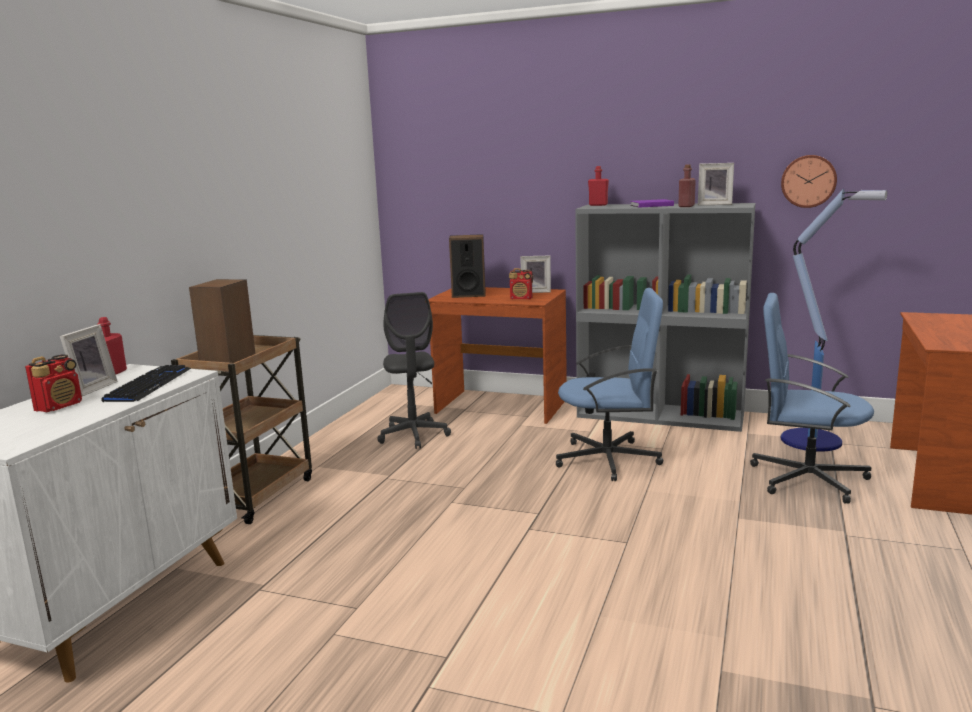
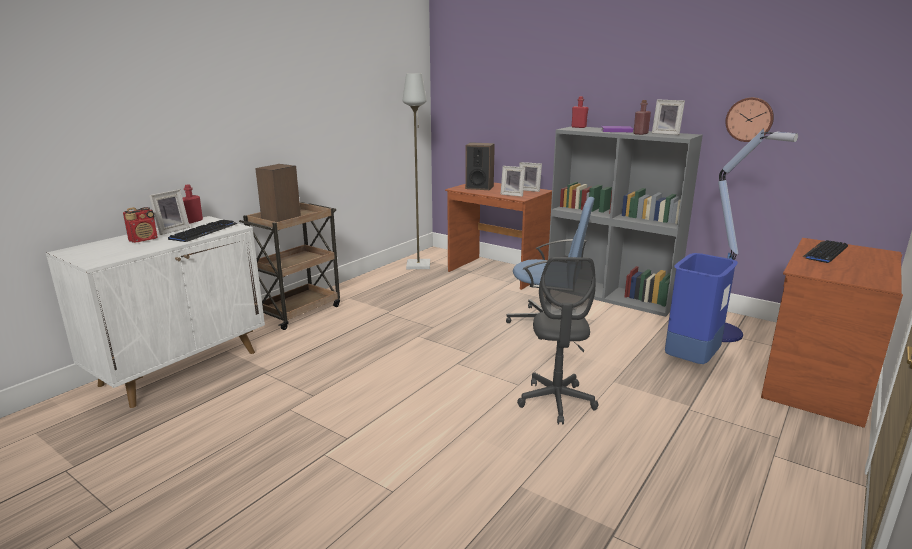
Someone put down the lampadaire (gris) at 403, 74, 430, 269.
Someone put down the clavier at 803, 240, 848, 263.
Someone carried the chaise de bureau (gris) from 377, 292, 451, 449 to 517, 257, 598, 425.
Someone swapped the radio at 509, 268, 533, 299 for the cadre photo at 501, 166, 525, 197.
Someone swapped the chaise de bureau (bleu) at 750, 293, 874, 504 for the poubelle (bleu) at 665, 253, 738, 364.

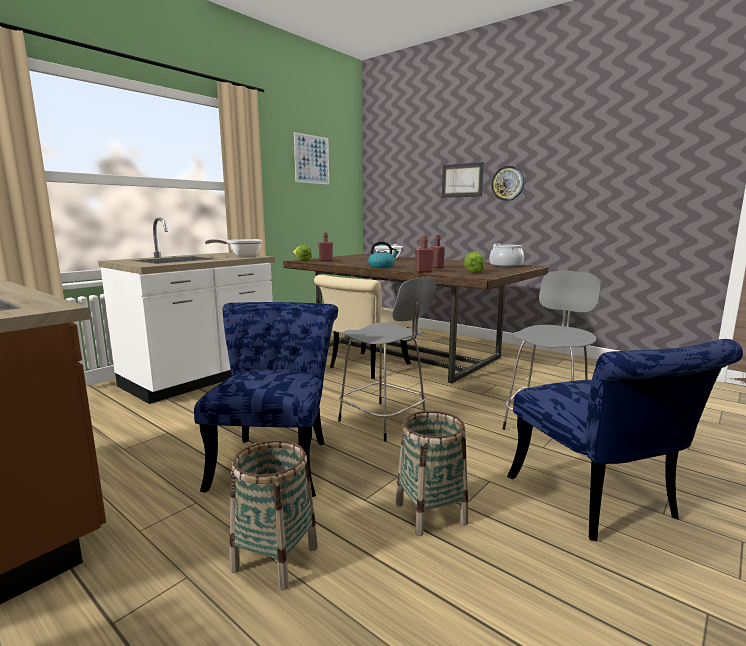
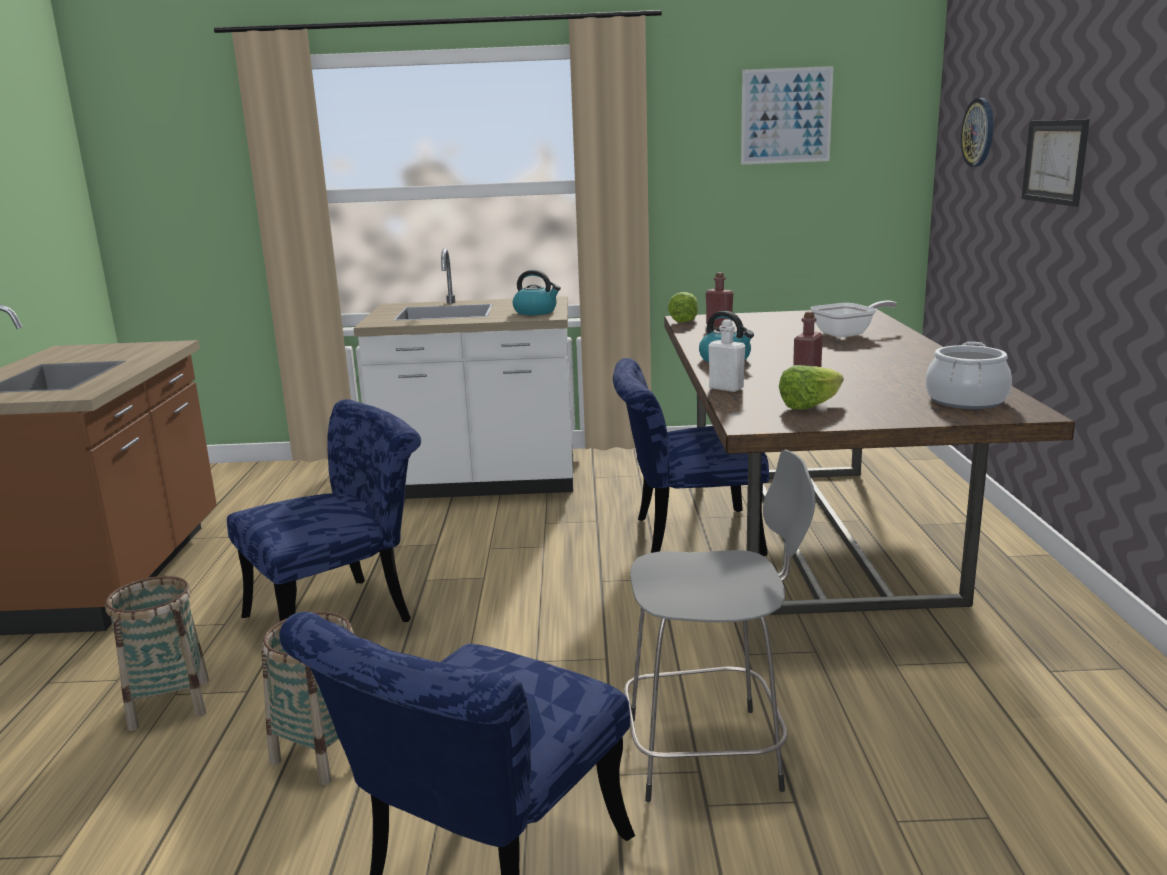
Someone took away the tabouret (gris) at 338, 277, 436, 442.
Someone carried the horloge murale from 491, 166, 524, 201 to 961, 98, 993, 167.
Someone swapped the poêle at 205, 239, 263, 257 for the bouilloire at 513, 270, 561, 315.
Someone repainted the chaise (beige) at 314, 275, 411, 379, which became the chaise (bleu) at 613, 358, 769, 556.
Someone repainted the bouteille (rouge) at 415, 236, 434, 273, which became the bouteille (blanc) at 708, 319, 745, 392.

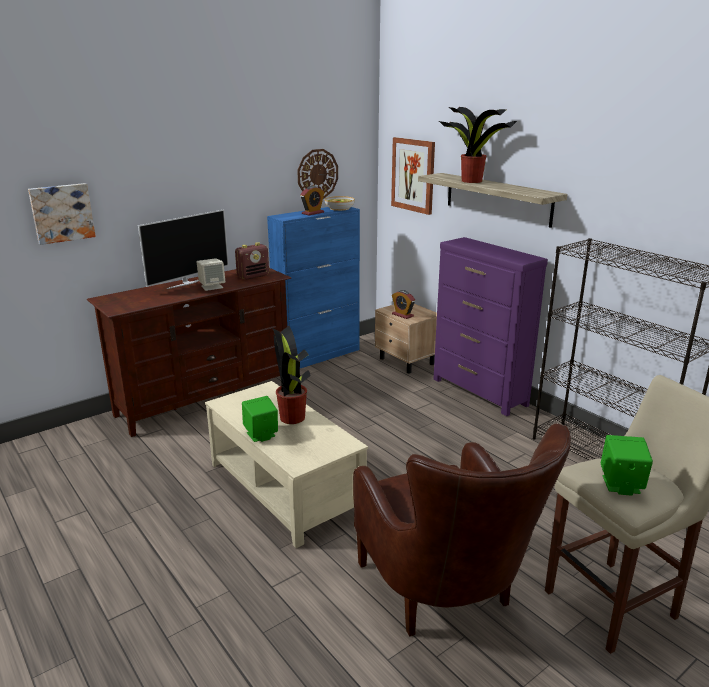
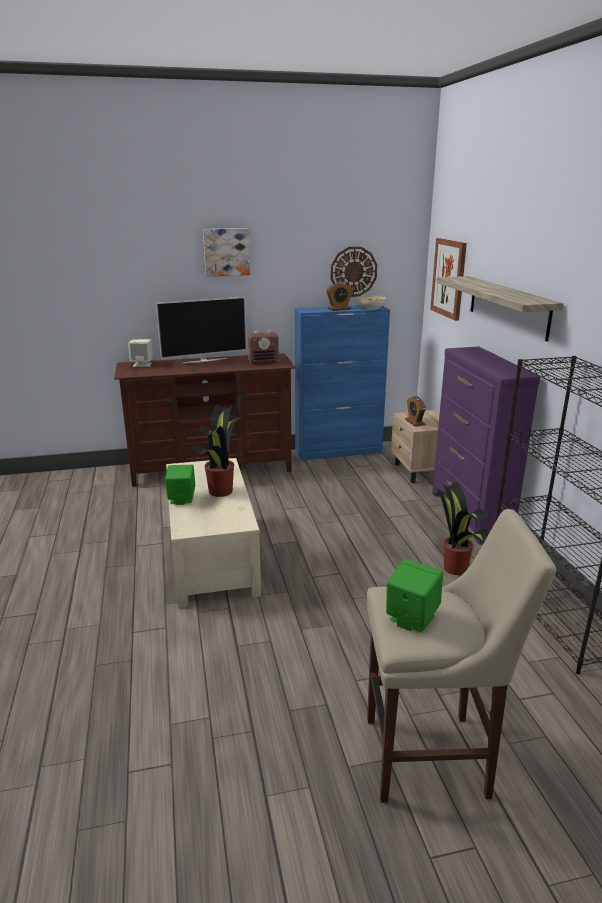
Someone took away the fauteuil (marron) at 353, 424, 571, 636.
Someone carried the tableau from 28, 183, 96, 245 to 203, 228, 250, 276.
Someone carried the enceinte (beige) from 197, 258, 225, 291 to 128, 339, 153, 367.
Someone carried the plante en pot from 439, 107, 517, 183 to 437, 482, 490, 575.

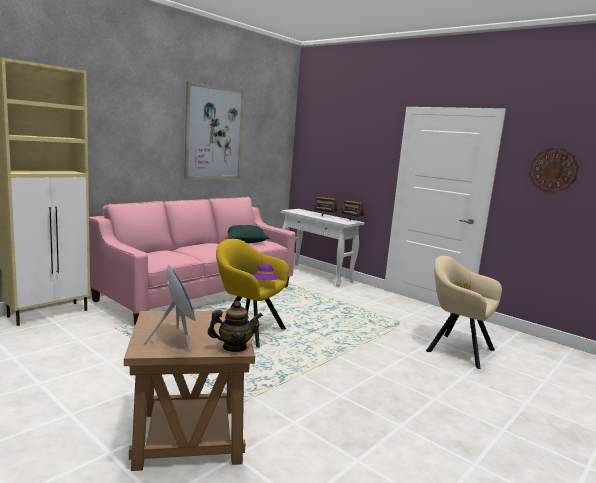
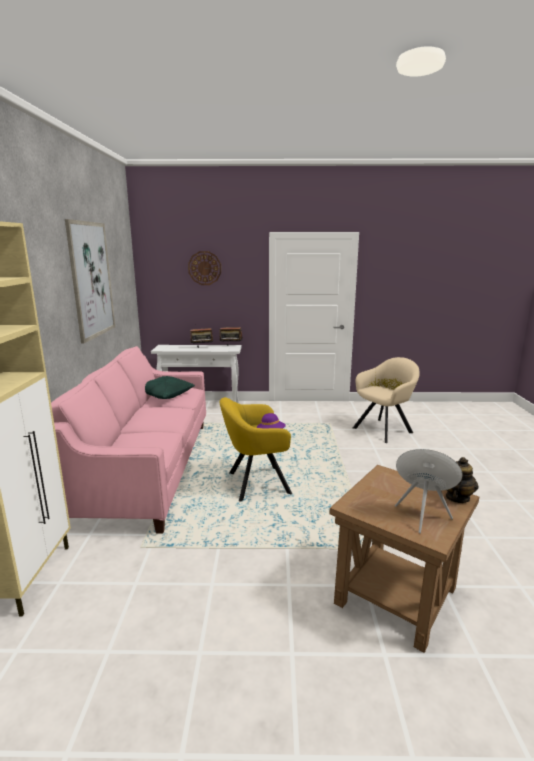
Someone carried the horloge murale from 529, 148, 579, 193 to 188, 251, 221, 285.
Someone rotated the fauteuil (beige) at 426, 256, 502, 369 by 150 degrees clockwise.

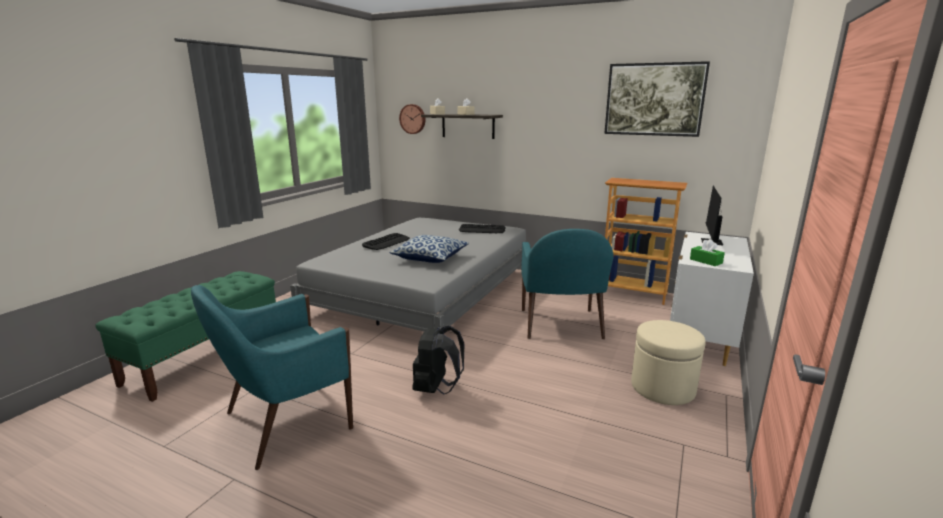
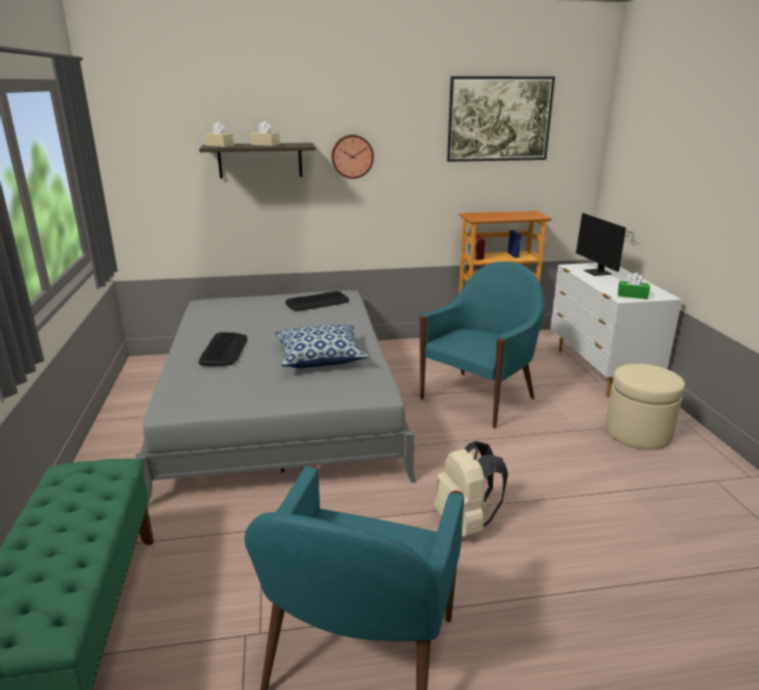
Someone carried the horloge murale from 399, 104, 425, 134 to 332, 135, 374, 179.
Someone repainted the sac à dos (noir) at 412, 326, 464, 395, which became the sac à dos (beige) at 434, 441, 508, 537.
Someone rotated the fauteuil (turquoise) at 521, 229, 613, 340 by 105 degrees counterclockwise.

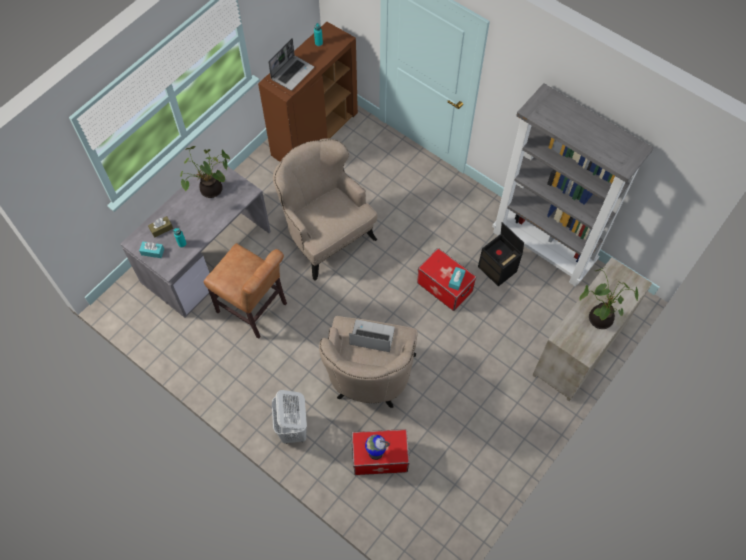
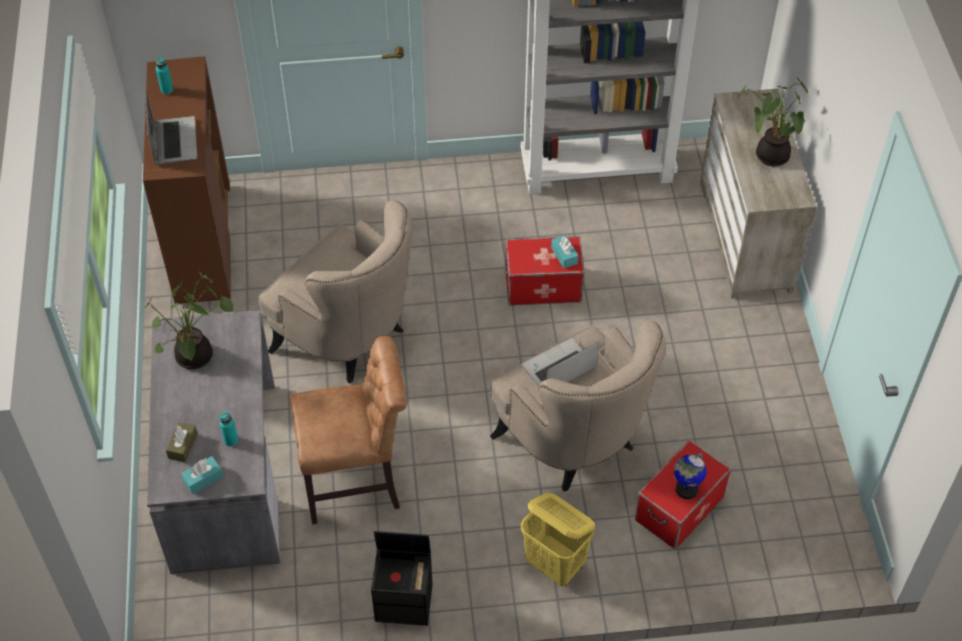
Someone carried the boîte de rangement (noir) from 478, 222, 524, 287 to 371, 531, 433, 626.
Someone repainted the panier à linge (blanc) at 272, 390, 307, 444, which became the panier à linge (jaune) at 521, 493, 595, 586.
Someone rotated the fauteuil (beige) at 273, 139, 378, 281 by 150 degrees counterclockwise.

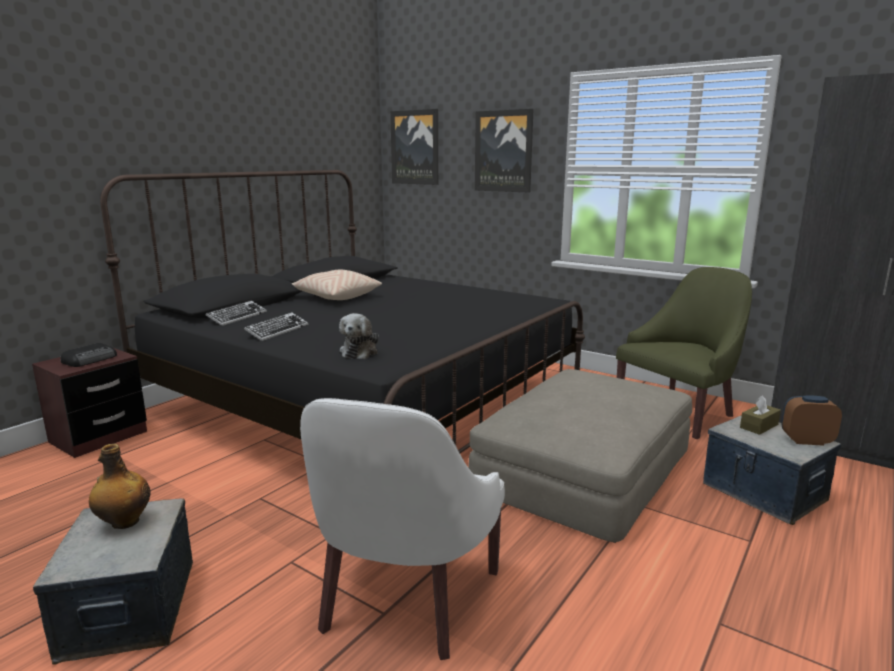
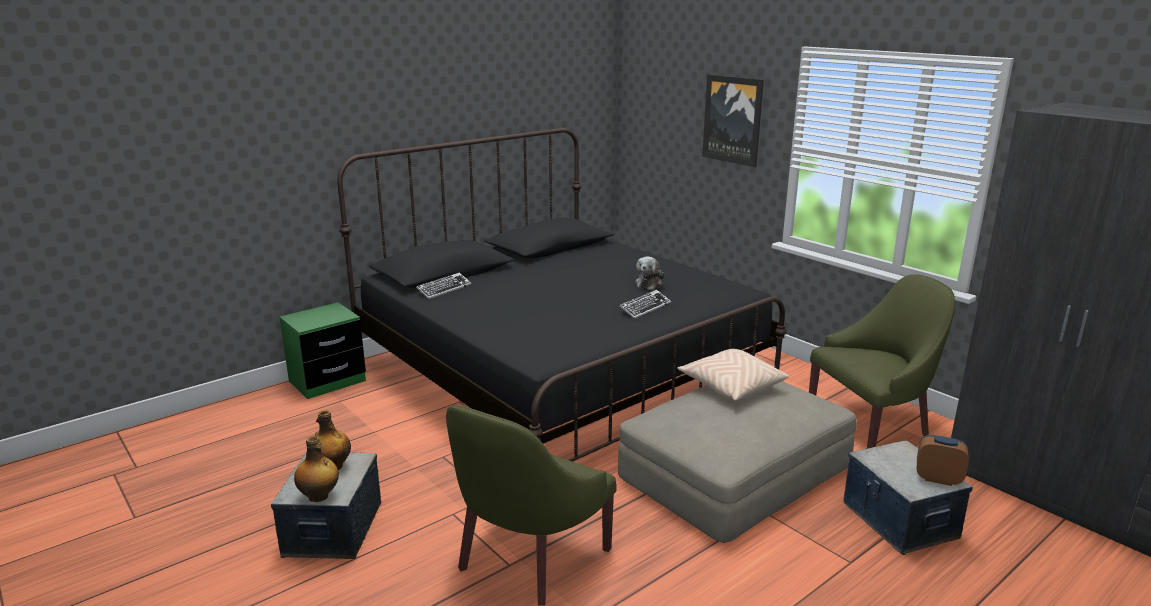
Someone took away the radio at 60, 343, 117, 367.
Someone took away the tableau at 390, 109, 438, 185.
Someone took away the boîte à mouchoirs (marron) at 740, 395, 781, 435.
Someone put down the bouteille at 294, 436, 339, 502.
Someone carried the clavier from 244, 312, 308, 341 to 619, 290, 671, 319.
Someone carried the coussin (beige) from 292, 270, 382, 300 to 677, 349, 789, 401.
Someone carried the peluche from 339, 313, 379, 359 to 635, 256, 664, 290.
Someone repainted the table de chevet (marron) at 32, 348, 147, 458, which became the table de chevet (vert) at 279, 302, 366, 399.
Someone repainted the fauteuil (blanc) at 300, 398, 505, 660, which became the fauteuil (vert) at 446, 405, 617, 606.

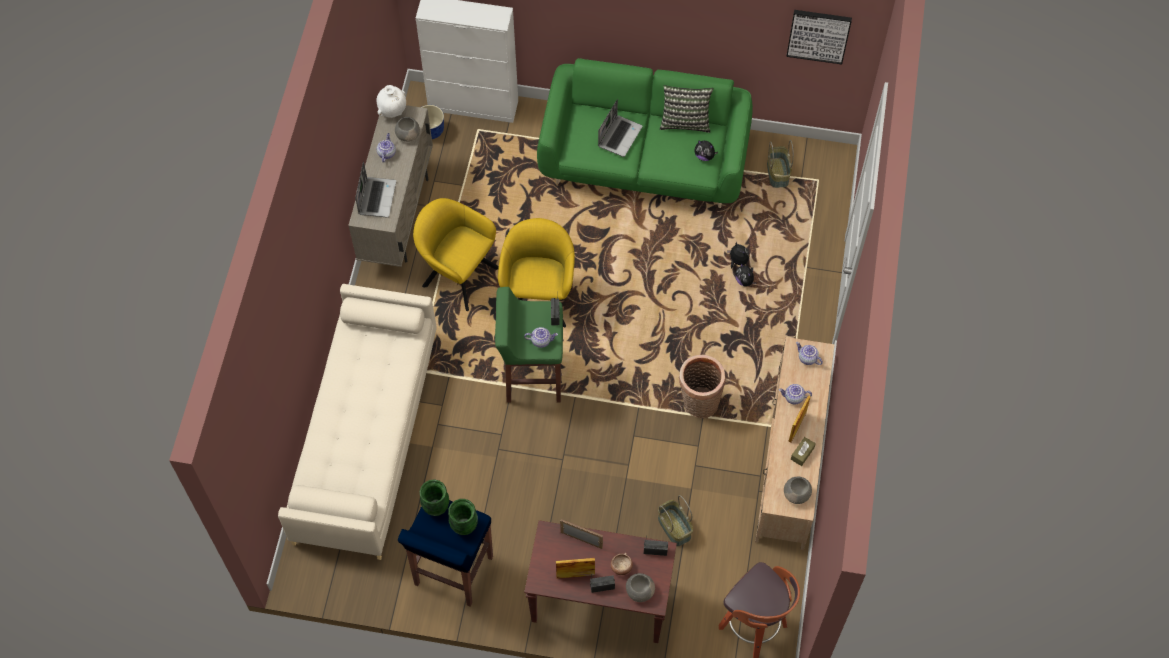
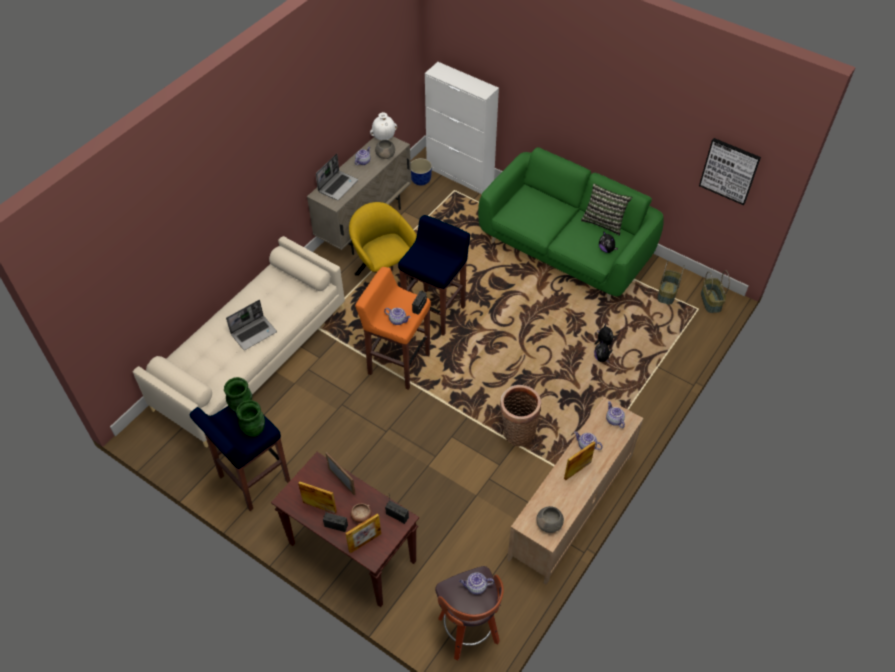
Someone took away the boîte à mouchoirs (marron) at 791, 437, 816, 466.
Someone put down the théière at 459, 572, 494, 594.
Someone carried the ordinateur portable from 598, 99, 643, 157 to 226, 300, 277, 350.
Someone carried the panier from 658, 495, 693, 546 to 701, 270, 730, 313.
Someone swapped the fauteuil (jaune) at 498, 218, 575, 327 for the tabouret (bleu) at 398, 215, 471, 336.
Someone swapped the bol (gris) at 626, 573, 655, 602 for the cadre photo at 345, 513, 381, 553.
Someone repainted the tabouret (vert) at 495, 287, 563, 403, which became the tabouret (orange) at 355, 267, 431, 390.

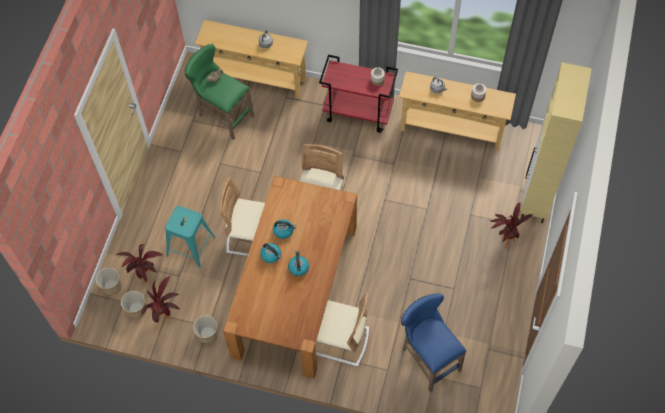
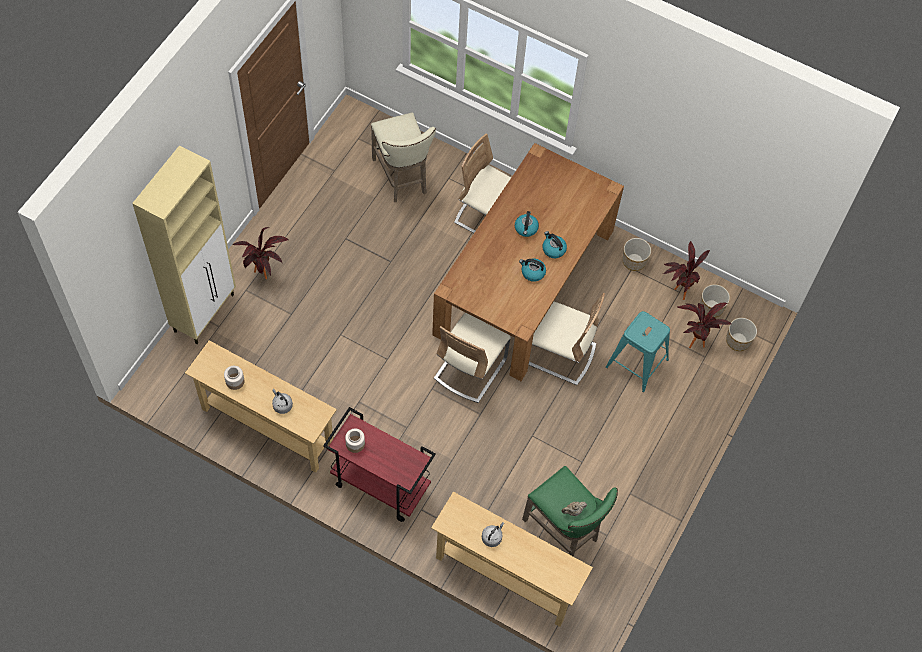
Someone repainted the tabouret (bleu) at 401, 293, 466, 392, which became the tabouret (beige) at 371, 112, 436, 202.

